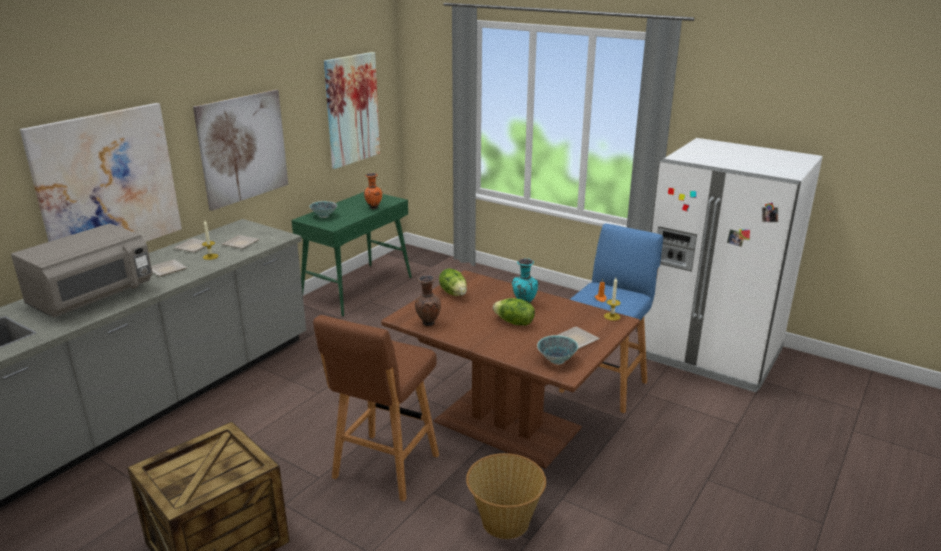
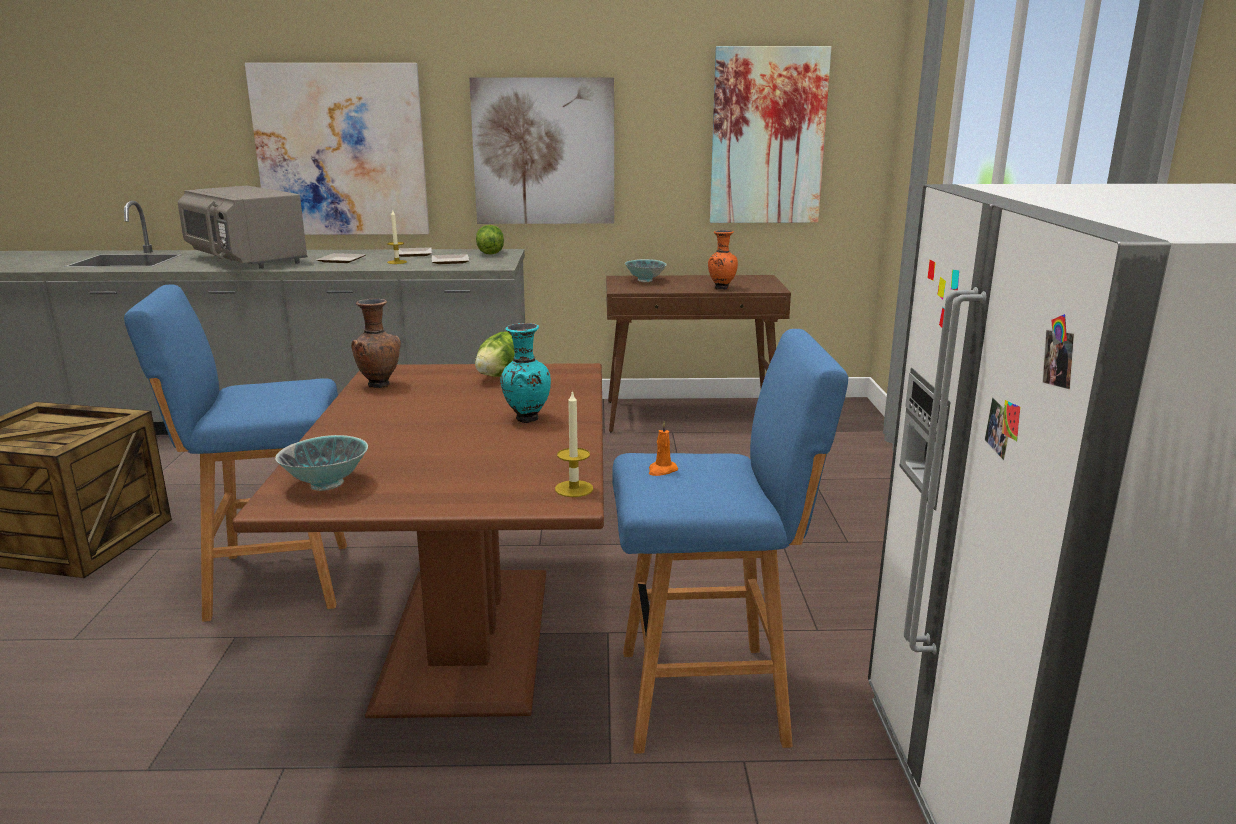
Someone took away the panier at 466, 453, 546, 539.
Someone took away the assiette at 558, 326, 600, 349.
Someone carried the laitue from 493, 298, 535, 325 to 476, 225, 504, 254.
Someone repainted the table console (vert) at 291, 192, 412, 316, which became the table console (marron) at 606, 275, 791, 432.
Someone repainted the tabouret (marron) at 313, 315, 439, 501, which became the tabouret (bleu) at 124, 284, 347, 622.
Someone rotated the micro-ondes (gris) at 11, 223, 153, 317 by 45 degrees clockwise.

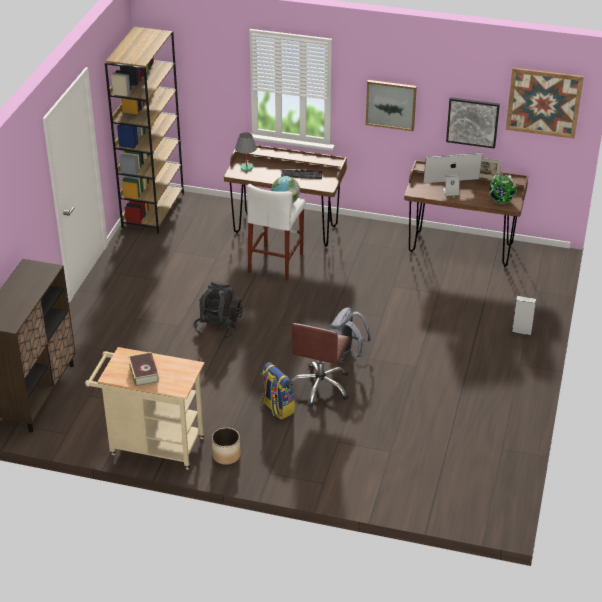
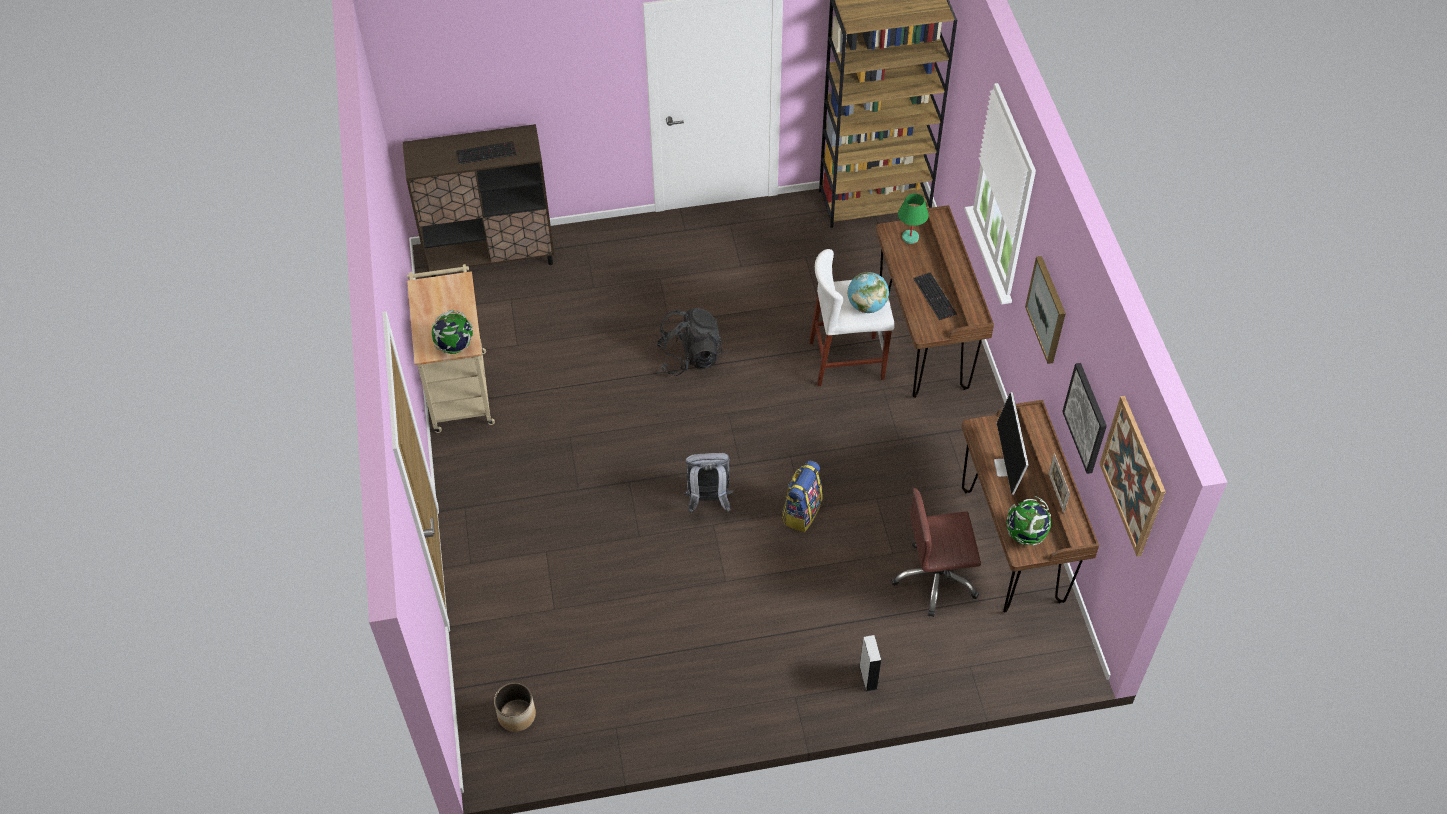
Someone took away the livre at 128, 352, 159, 387.
Someone put down the globe at 431, 310, 473, 354.
Someone put down the clavier at 456, 141, 516, 165.
Someone carried the cache-pot from 212, 428, 241, 465 to 494, 683, 536, 732.
Someone carried the sac à dos from 261, 362, 295, 420 to 782, 460, 823, 532.
Someone carried the chaise de bureau (marron) from 291, 323, 350, 407 to 891, 488, 981, 617.
Someone repainted the lampe de table (gris) at 235, 132, 257, 171, which became the lampe de table (vert) at 898, 193, 929, 244.
Someone rotated the écran d'ordinateur at 423, 153, 483, 198 by 150 degrees counterclockwise.

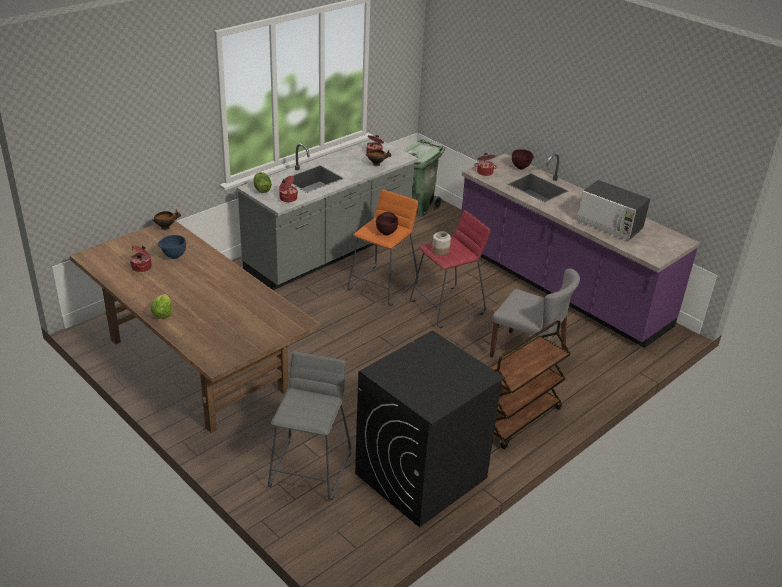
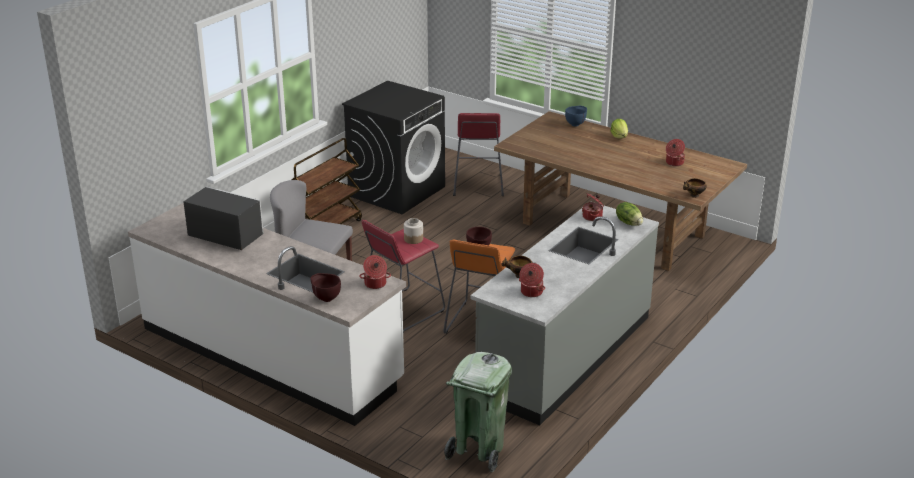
Someone carried the bol (bleu) from 158, 235, 186, 259 to 565, 106, 587, 127.
Someone repainted the tabouret (gris) at 268, 351, 351, 500, which became the tabouret (rouge) at 453, 113, 504, 196.
Someone repainted the comptoir de cuisine (violet) at 461, 153, 700, 348, which became the comptoir de cuisine (blanc) at 128, 203, 406, 426.

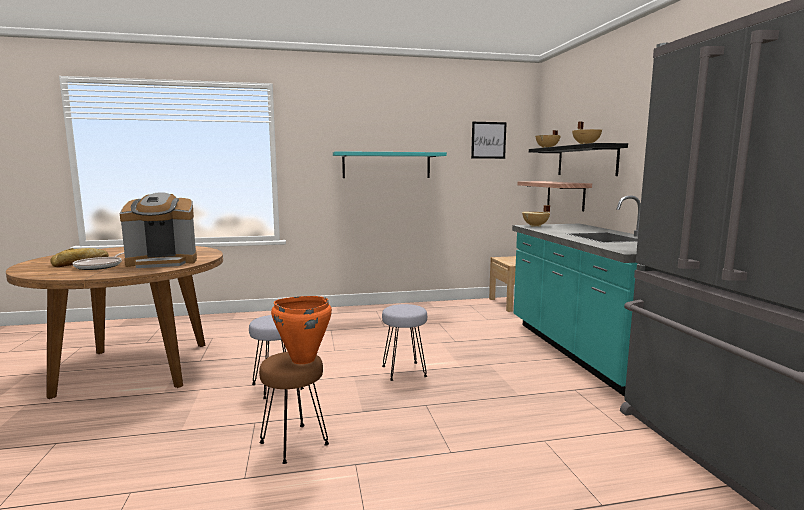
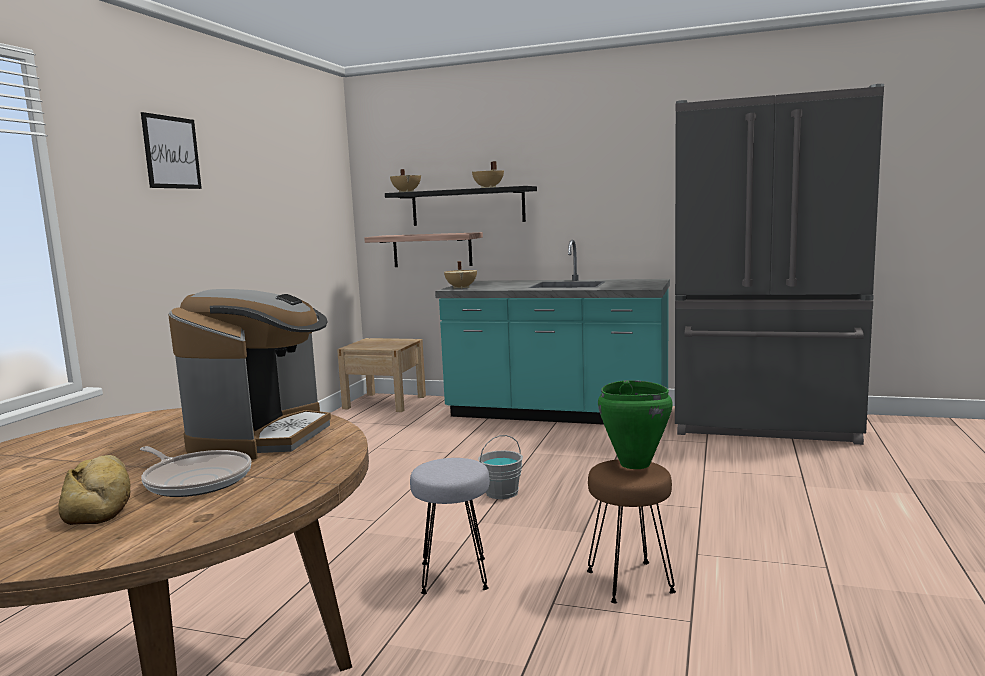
Someone took away the étagère (turquoise) at 333, 151, 447, 178.
Someone carried the tableau from 471, 122, 507, 159 to 141, 112, 202, 189.
Someone swapped the tabouret (gris) at 382, 304, 427, 381 for the seau (gris) at 478, 435, 523, 499.
Someone repainted the marmite (orange) at 271, 296, 332, 364, which became the marmite (vert) at 598, 380, 673, 469.

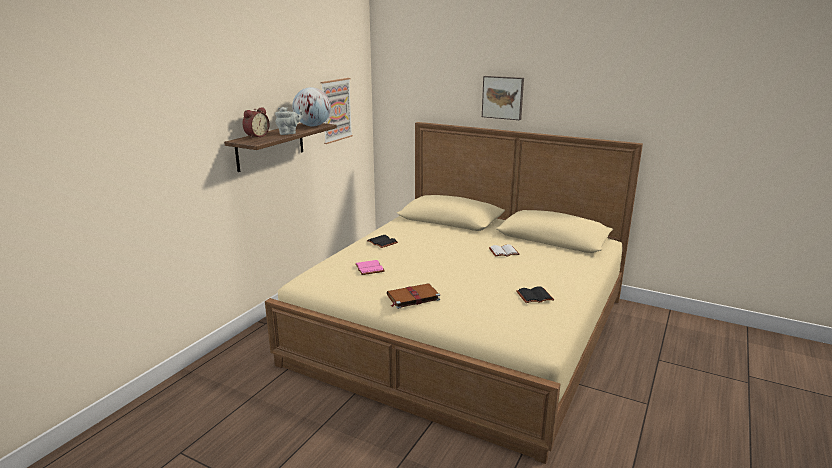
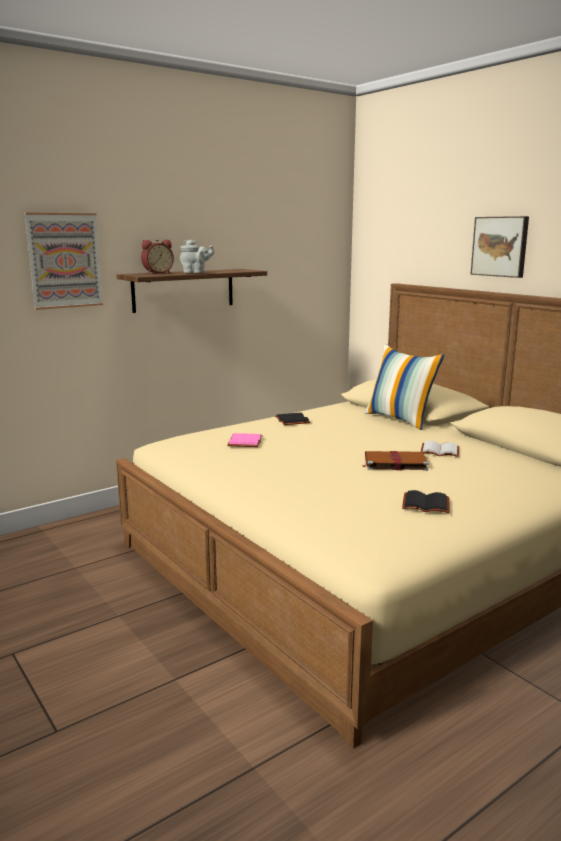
Someone took away the globe at 292, 87, 331, 126.
Someone put down the coussin at 365, 344, 444, 430.
Someone carried the tableau from 321, 78, 353, 144 to 24, 212, 103, 310.
Someone carried the livre (marron) from 387, 283, 440, 309 to 363, 451, 429, 471.

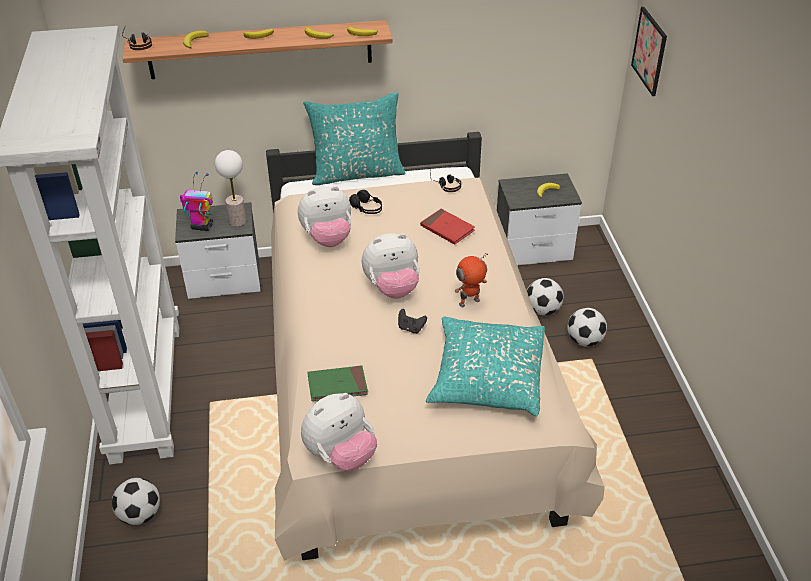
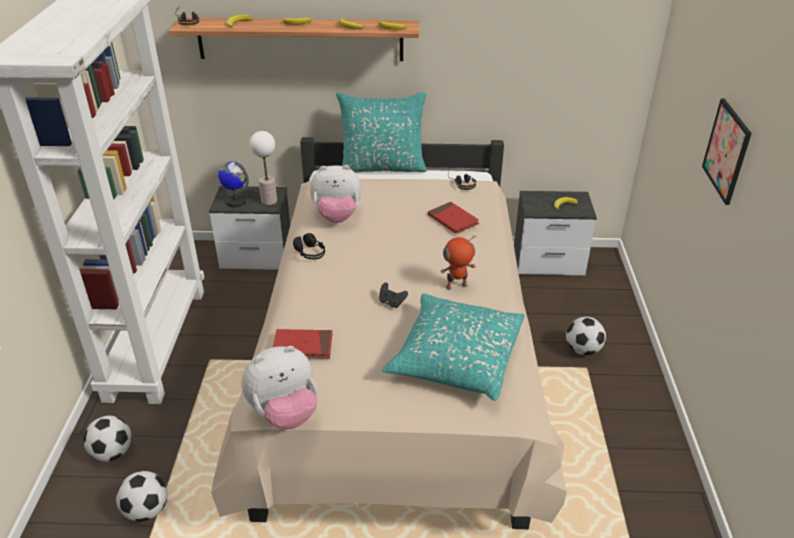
Someone took away the peluche at 362, 233, 419, 299.
Someone carried the casque audio (noir) from 349, 190, 382, 214 to 293, 233, 325, 259.
Someone carried the ballon de foot from 527, 278, 564, 315 to 116, 471, 168, 522.
Someone carried the tableau from 631, 7, 667, 96 to 702, 98, 752, 205.
Someone swapped the robot jouet at 180, 172, 213, 231 for the globe at 218, 161, 249, 207.
Someone repainted the livre (vert) at 307, 366, 368, 401, which became the livre (rouge) at 273, 329, 332, 359.

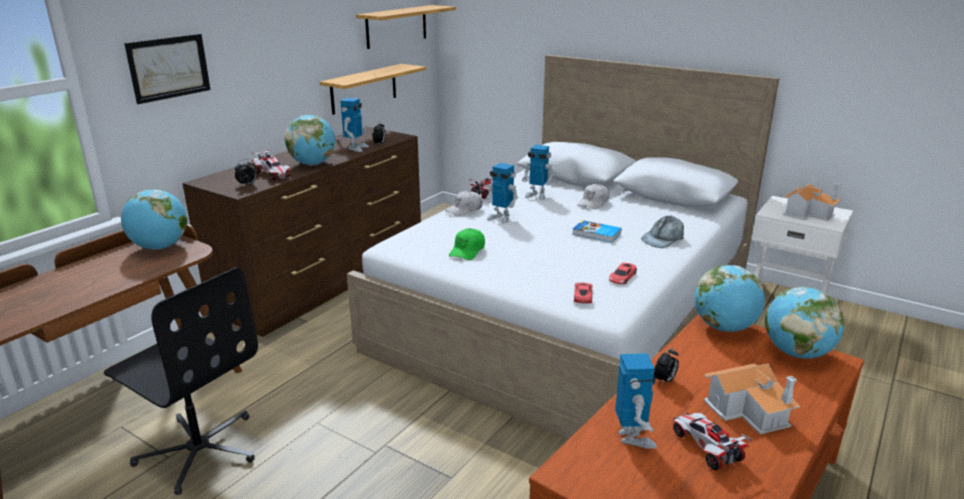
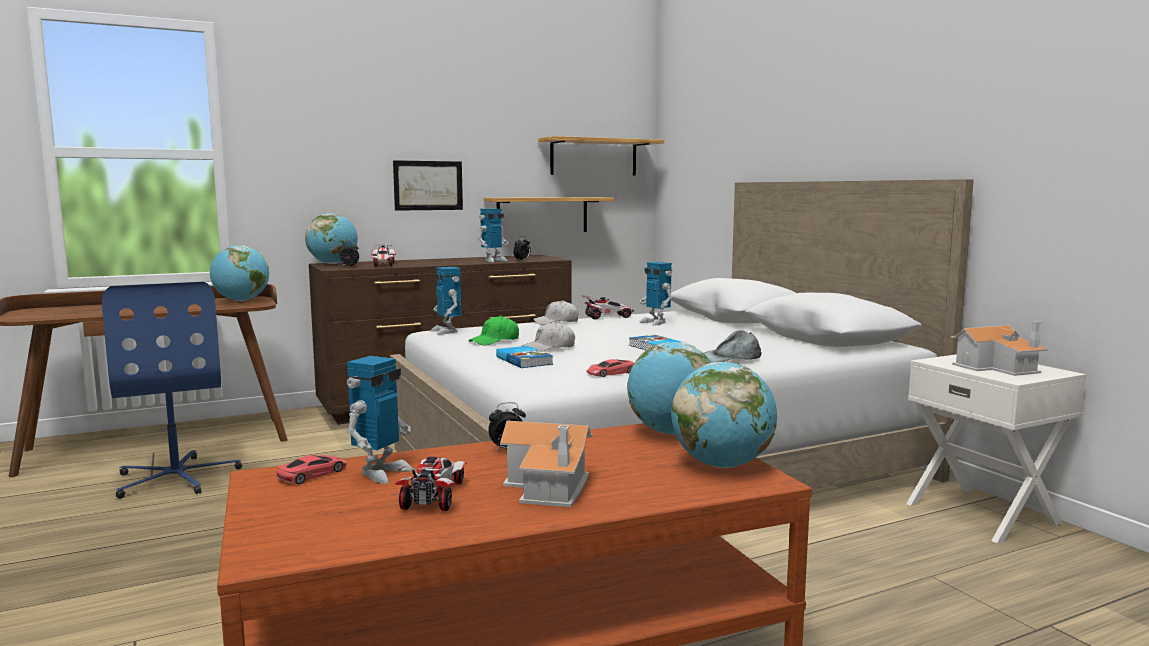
Someone put down the livre at 496, 346, 553, 368.
Someone carried the tableau from 124, 34, 211, 104 to 393, 160, 463, 211.
Someone carried the globe from 284, 115, 335, 165 to 305, 213, 358, 264.
Someone carried the robot jouet from 485, 163, 518, 224 to 431, 267, 461, 335.
Someone carried the petite voiture (rouge) from 574, 282, 592, 304 to 276, 455, 347, 484.
Someone carried the casquette (blanc) from 578, 184, 609, 209 to 522, 321, 575, 351.
Someone repainted the chaise de bureau (noir) at 104, 267, 258, 495, which became the chaise de bureau (bleu) at 102, 282, 242, 498.

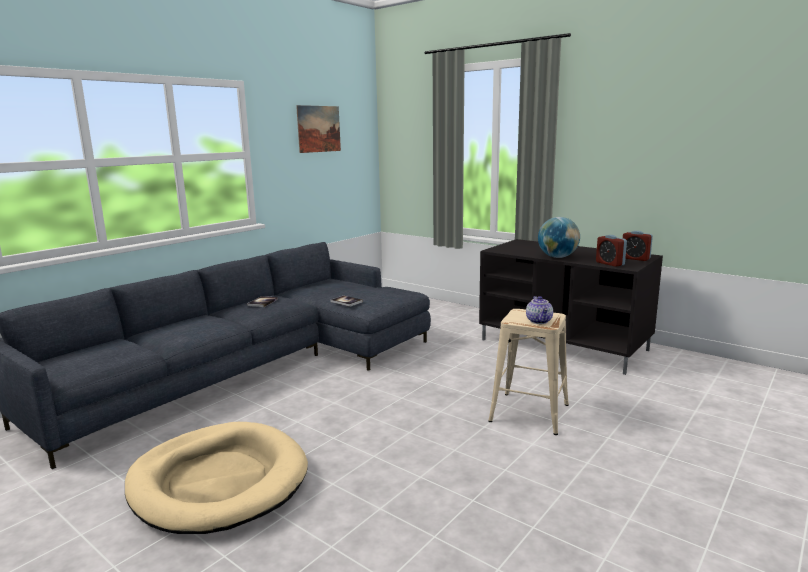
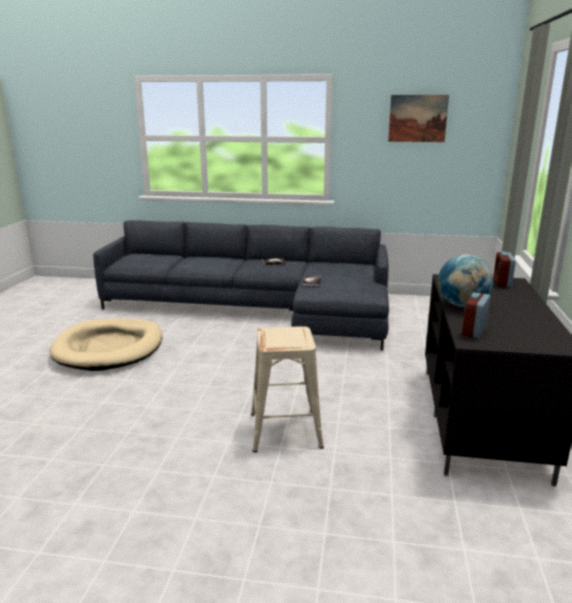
Someone took away the théière at 526, 296, 553, 324.
Someone carried the réveil from 623, 231, 653, 261 to 493, 252, 516, 287.

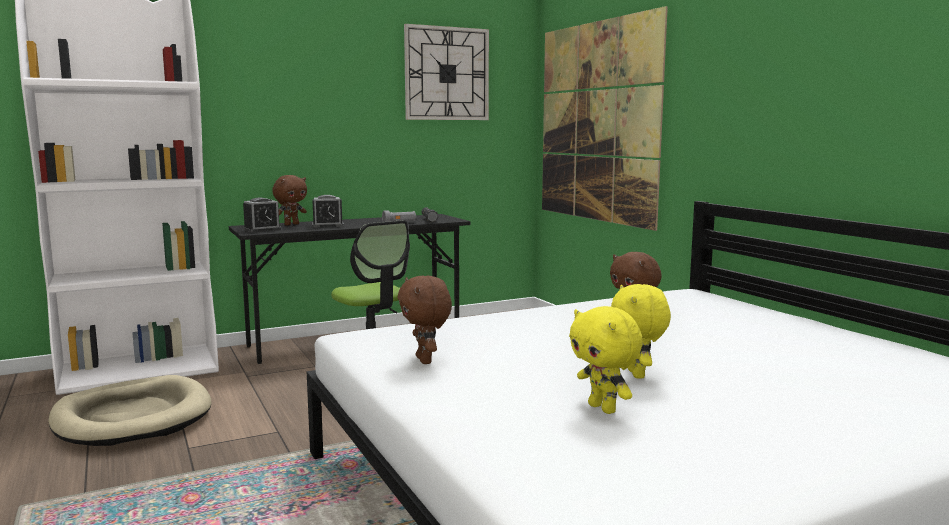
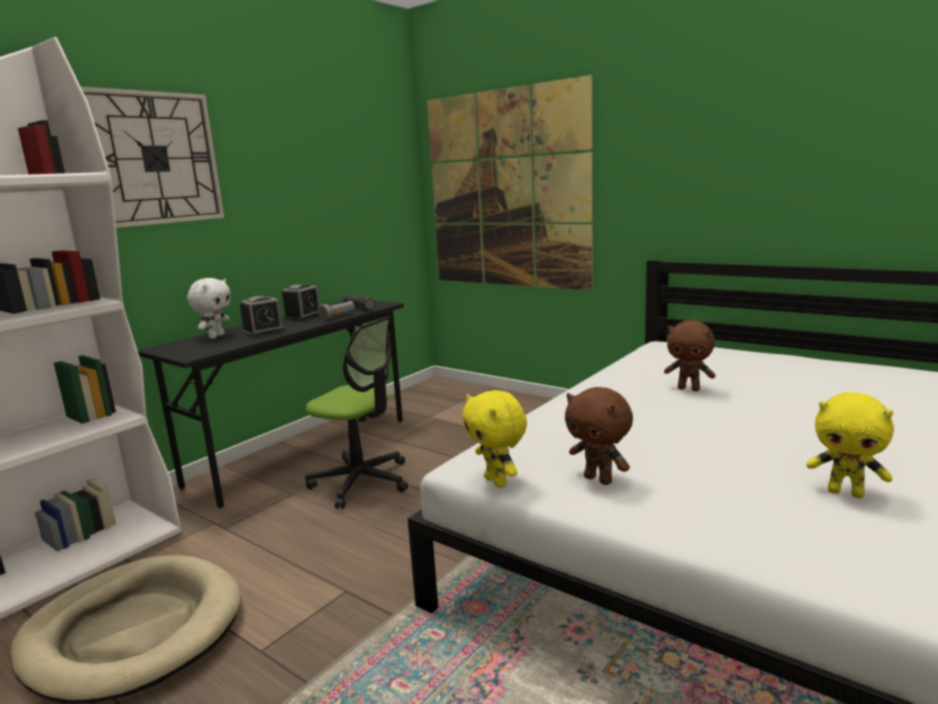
Someone carried the réveil from 243, 198, 281, 232 to 281, 284, 320, 321.
Someone carried the horloge murale from 404, 24, 489, 120 to 80, 86, 224, 228.
Someone carried the peluche (jaune) from 611, 284, 671, 379 to 462, 390, 527, 488.
Someone repainted the peluche (marron) at 272, 175, 307, 225, which became the peluche (blanc) at 187, 278, 231, 339.

